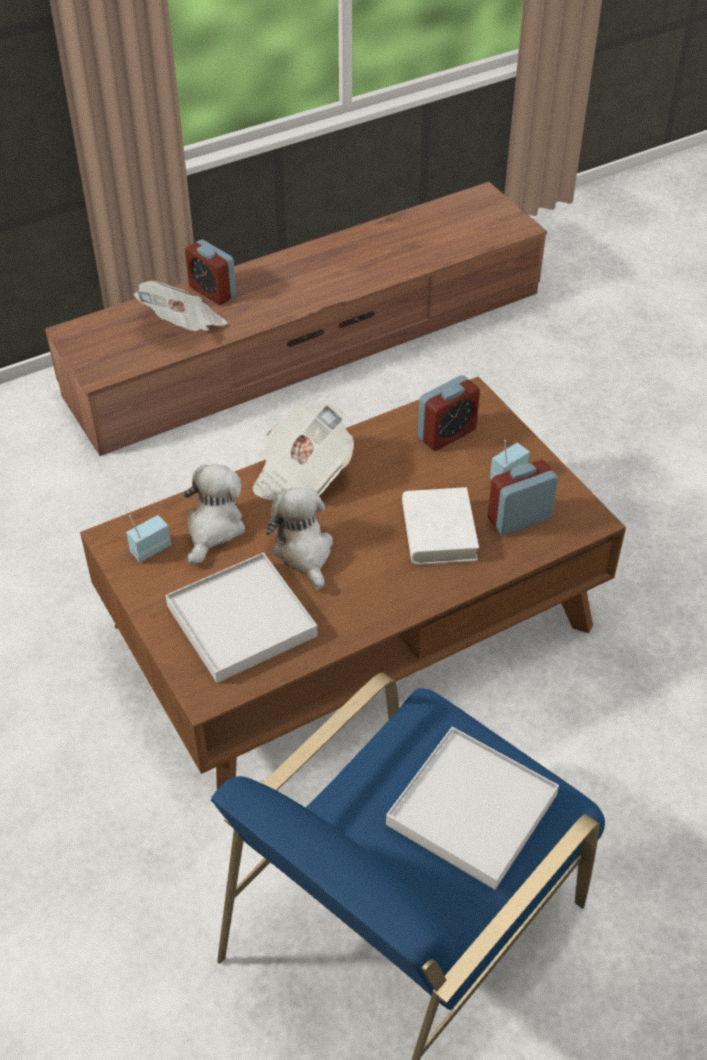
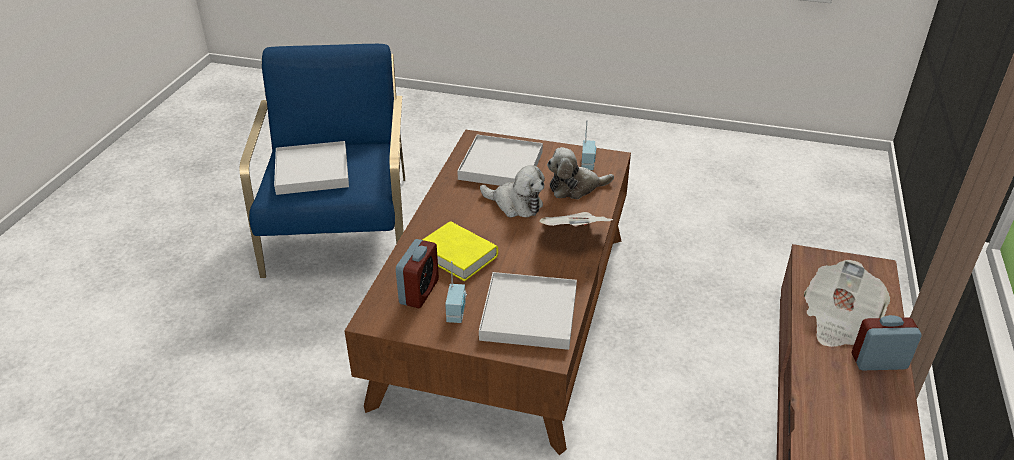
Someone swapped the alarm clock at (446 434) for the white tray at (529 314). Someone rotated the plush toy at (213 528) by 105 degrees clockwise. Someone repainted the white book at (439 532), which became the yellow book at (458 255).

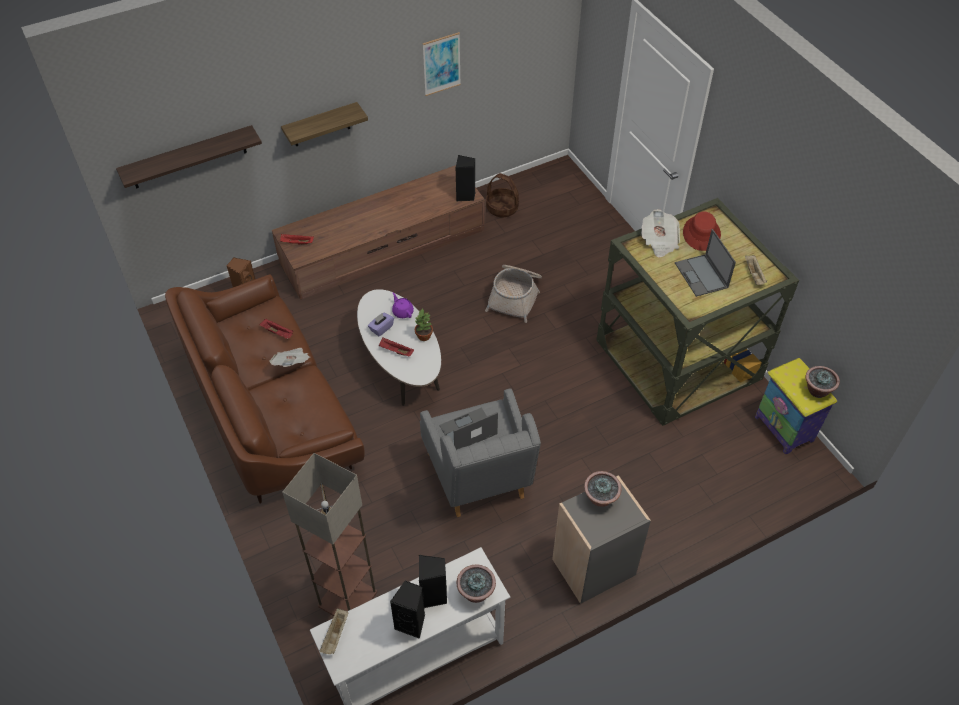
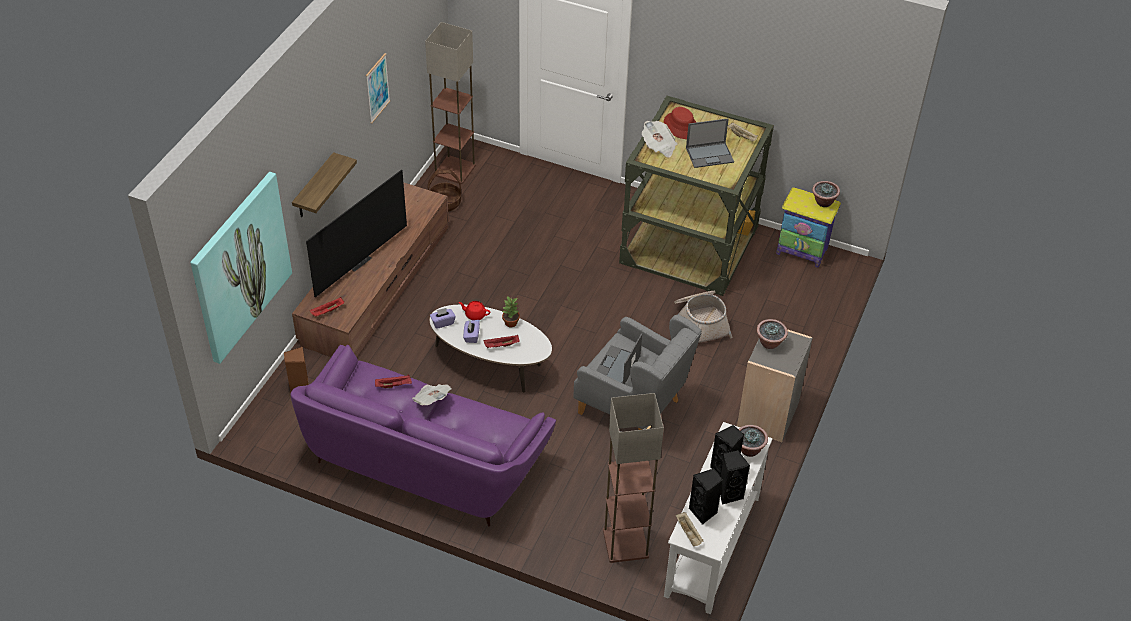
Someone swapped the shelf at (188 158) for the picture at (240 266). Someone carried the black speaker from (465 196) to (704 512). Someone rotated the laptop at (701 276) by 45 degrees counterclockwise. Someone carried the basket from (515 296) to (700 322). Someone repainted the brown sofa at (272 411), which became the purple sofa at (424 458). Someone repainted the purple teapot at (402 312), which became the red teapot at (475 315). Someone put down the floor lamp at (454 170). Someone put down the television at (357 261). Someone put down the purple tissue box at (442 322).

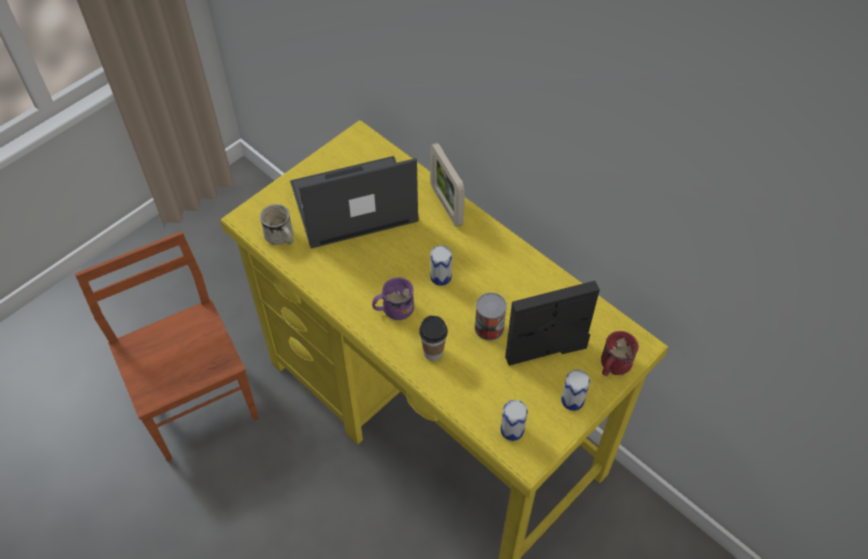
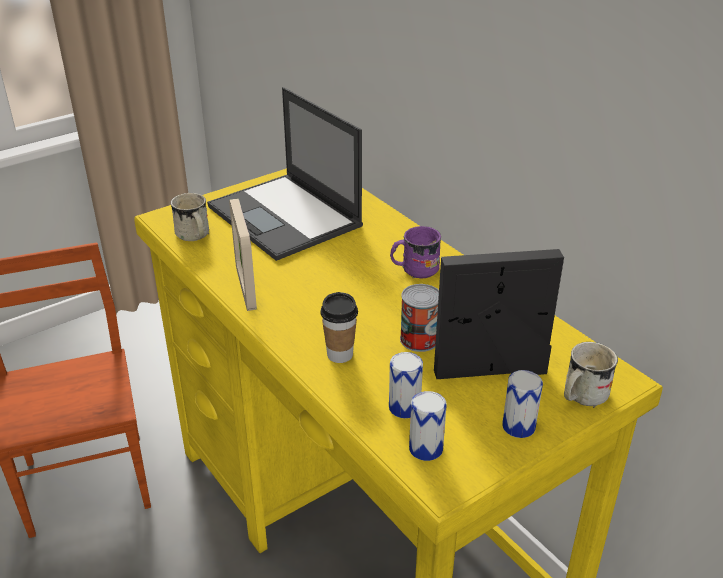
Someone carried the picture frame from (446 205) to (246 289). Someone rotated the laptop at (352 203) by 120 degrees counterclockwise. Someone carried the can from (440 277) to (404 407). Someone carried the purple mug from (393 309) to (414 269). Someone repainted the red mug at (612 366), which became the white mug at (580 396).

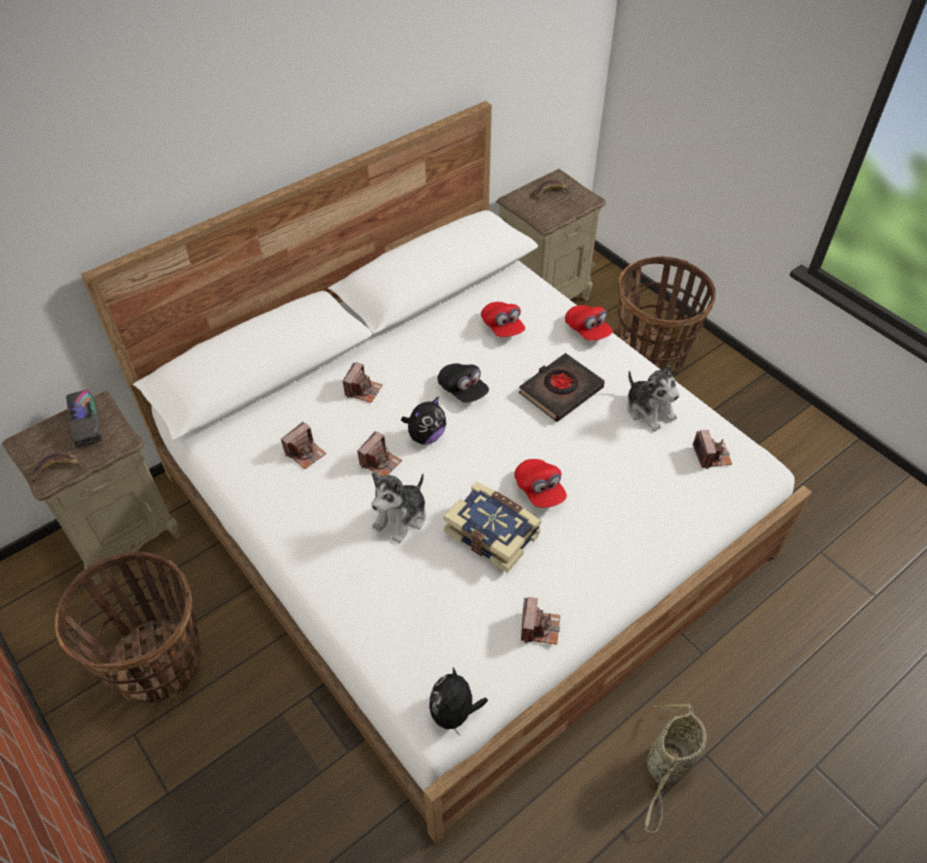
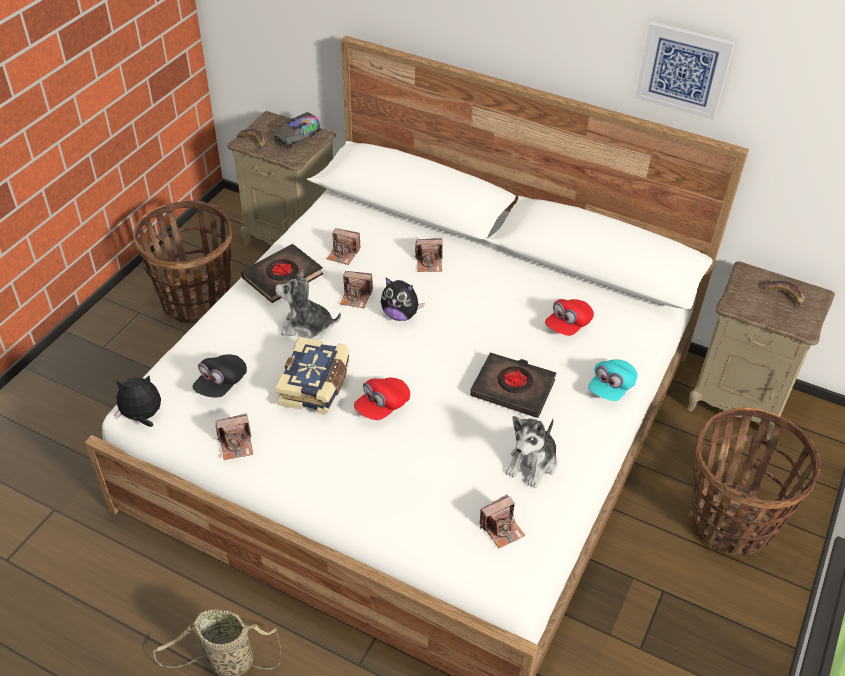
Someone repainted the red cap at (587 331), which became the turquoise cap at (611 388). Someone carried the black cap from (463 390) to (221 384). Someone put up the picture at (683 69). Someone put down the black book at (283 277).

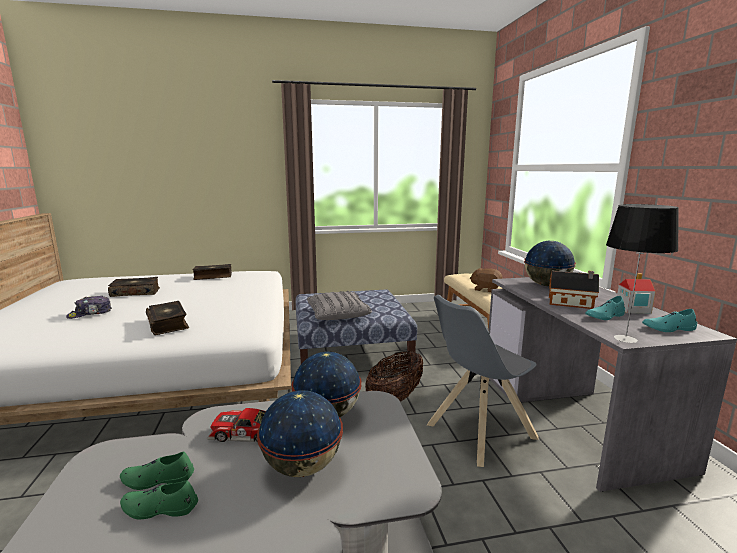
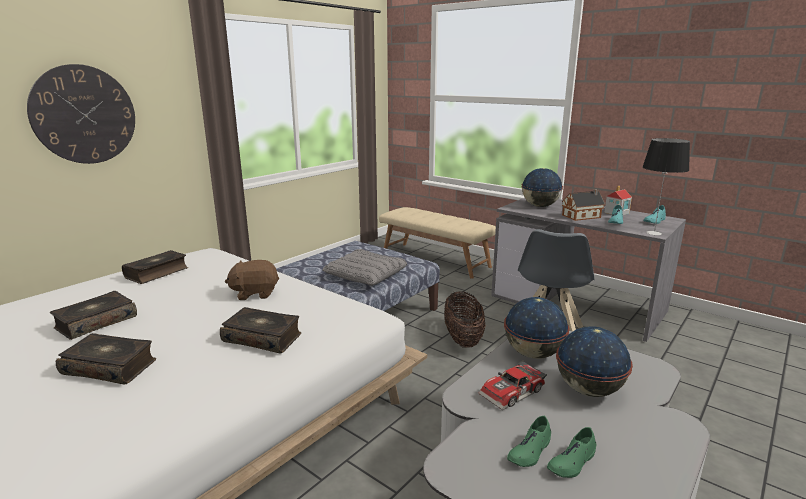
Someone carried the brown plush toy from (486 289) to (255 293). Someone swapped the cap at (90 314) for the book at (110 367). Someone put up the wall clock at (84 115).

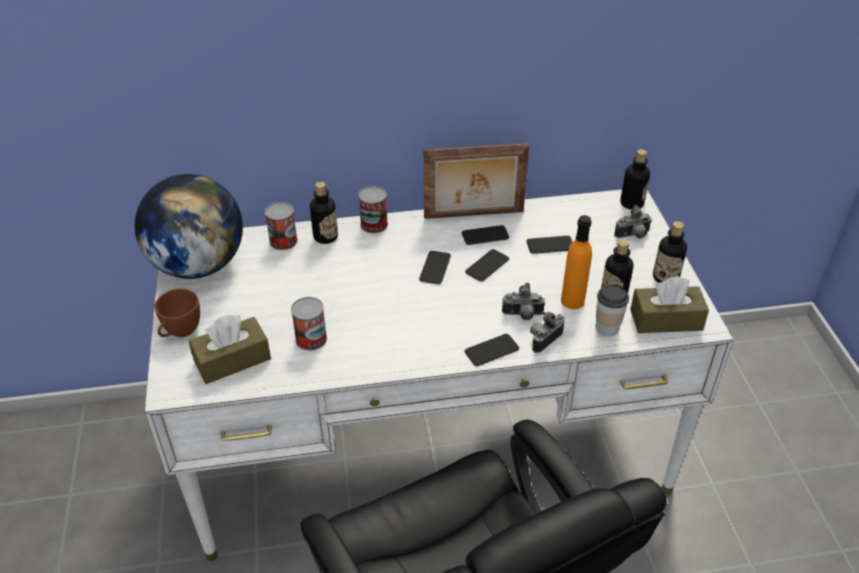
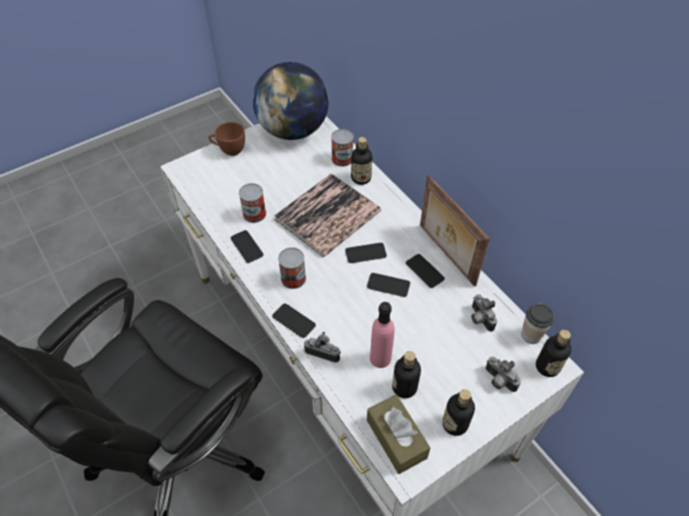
Someone carried the can from (374 224) to (293 278). Someone repainted the orange bottle at (572 301), which became the pink bottle at (380 358). Someone carried the phone from (550 245) to (247 247). Someone carried the photo camera from (522 315) to (479 319). Someone carried the cup from (607 328) to (531 335). Someone took away the brown tissue box at (232 360). Someone put down the book at (327 215).

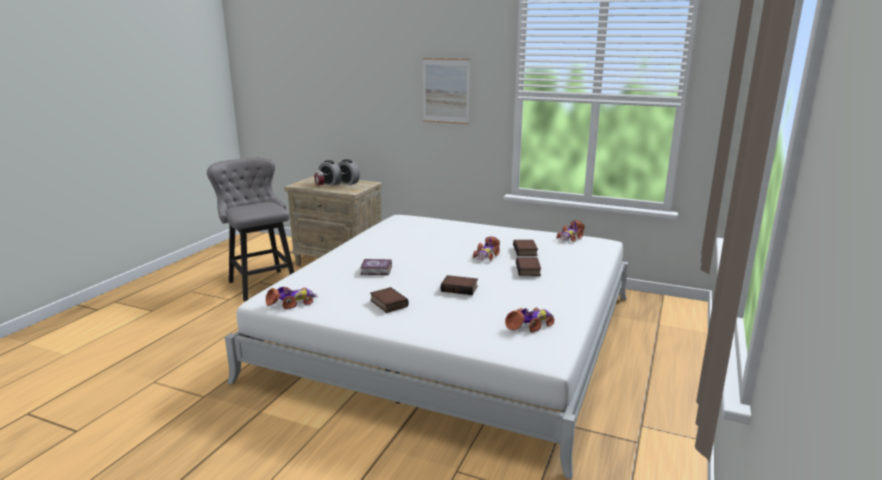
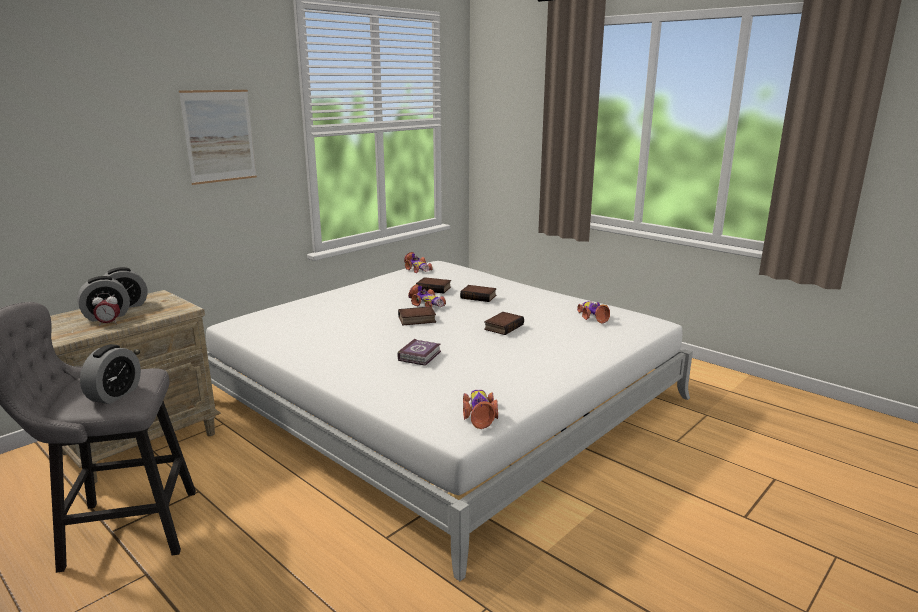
Someone carried the book from (387 303) to (416 320). Someone put down the alarm clock at (115 394).

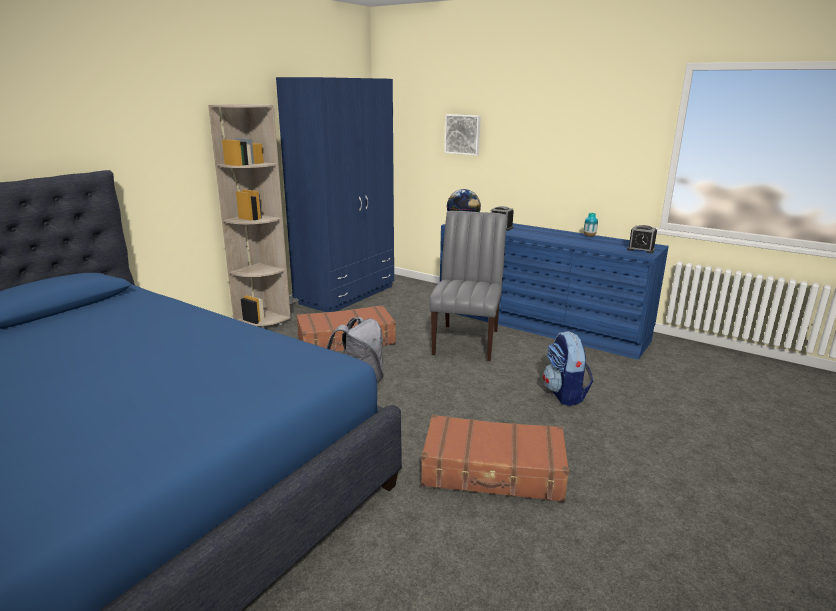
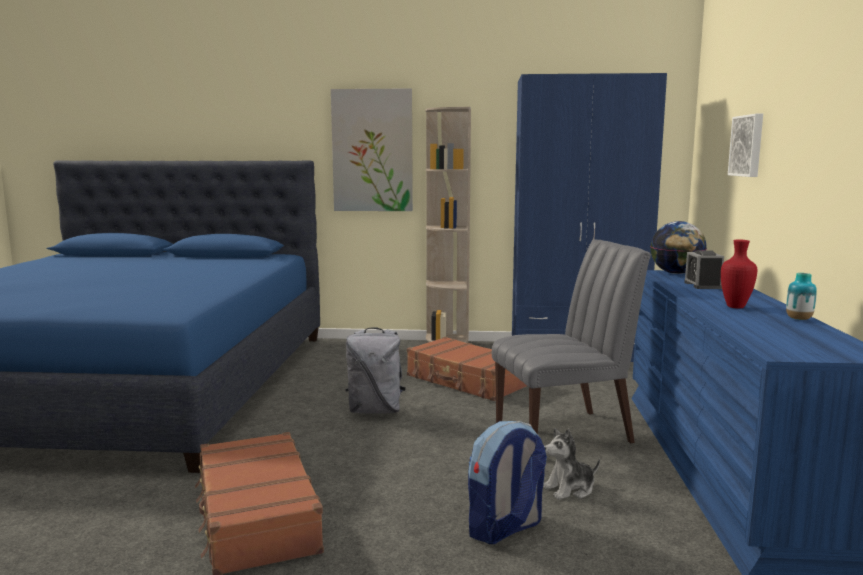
Someone took away the alarm clock at (641 249). Someone put up the picture at (372 151). Someone put down the red vase at (736 306). Someone put down the plush toy at (569 489).

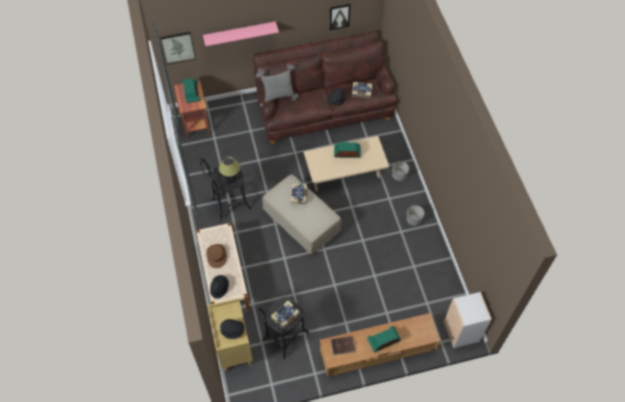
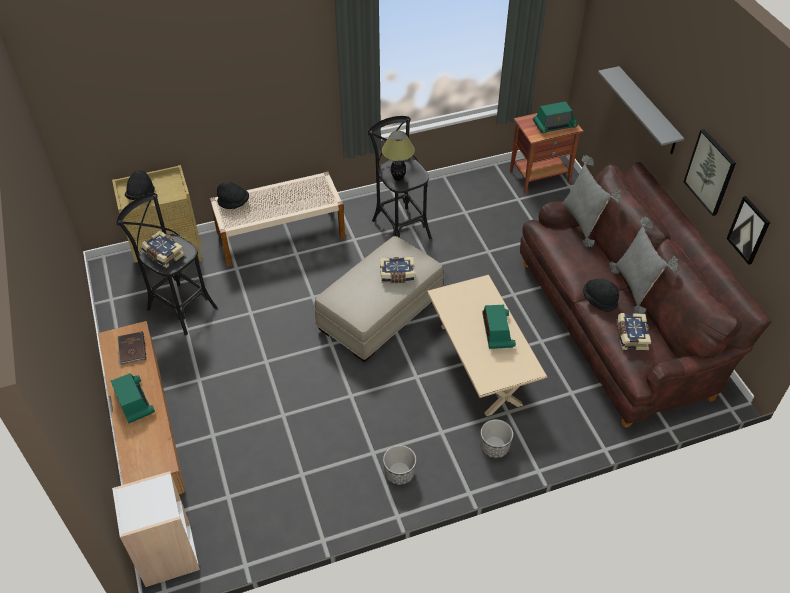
Someone repainted the pink shelf at (240 33), which became the grey shelf at (647 111). Someone carried the picture from (178 47) to (710 172). Someone took away the brown hat at (216 256). Someone put down the grey pillow at (635 290).

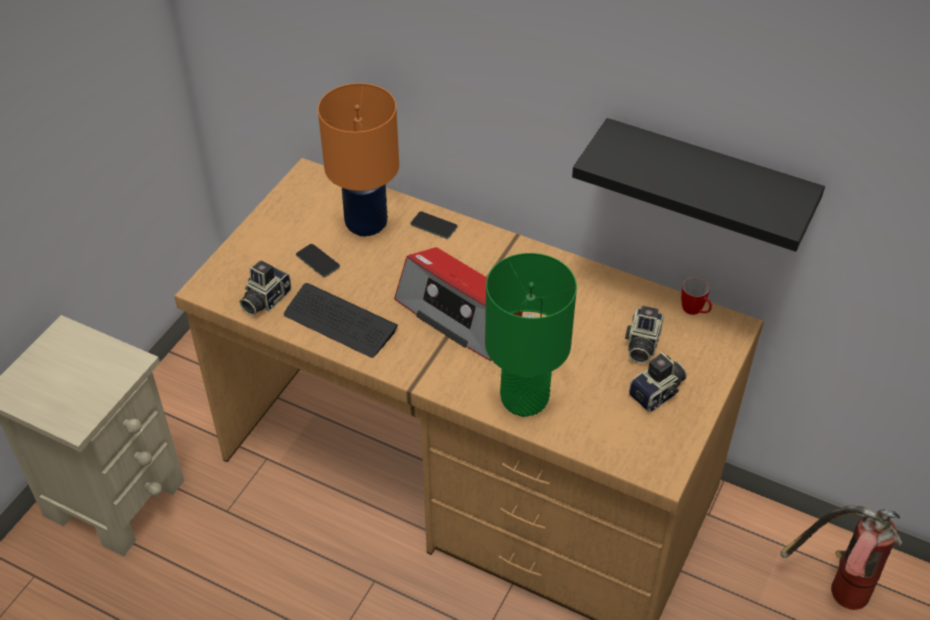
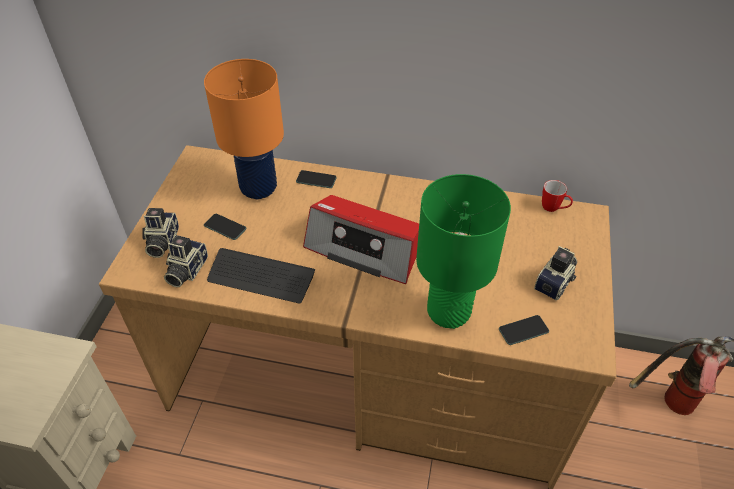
Someone took away the black shelf at (706 181). Someone carried the photo camera from (641 345) to (161 242). Someone put down the phone at (523 330).

